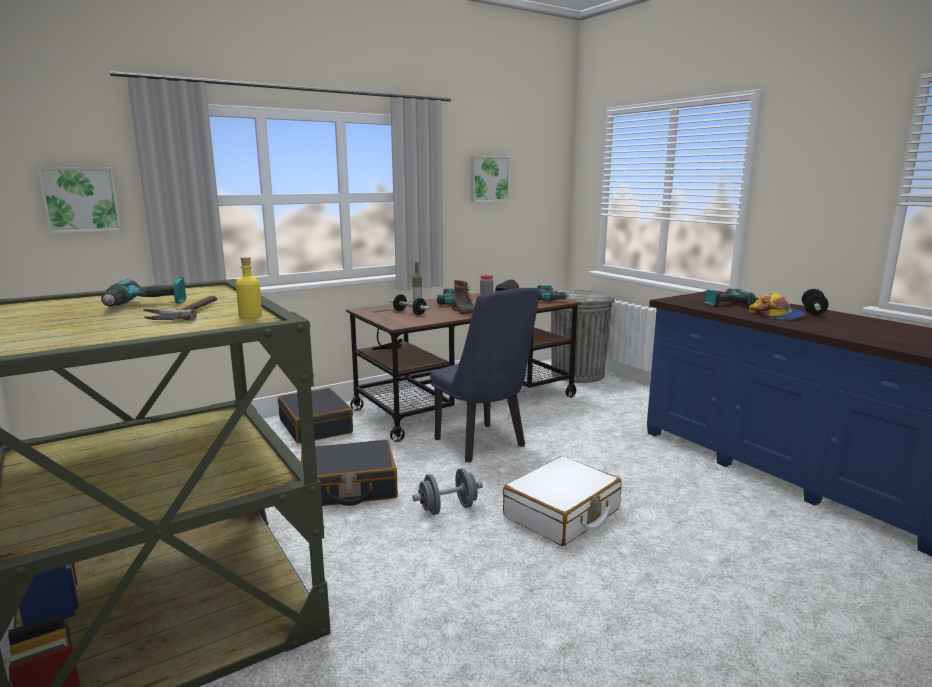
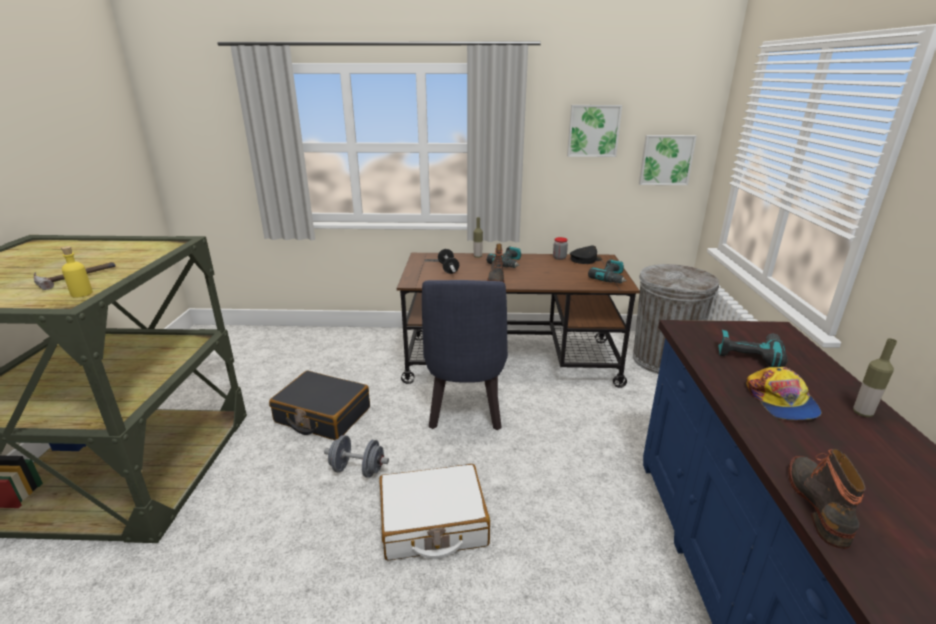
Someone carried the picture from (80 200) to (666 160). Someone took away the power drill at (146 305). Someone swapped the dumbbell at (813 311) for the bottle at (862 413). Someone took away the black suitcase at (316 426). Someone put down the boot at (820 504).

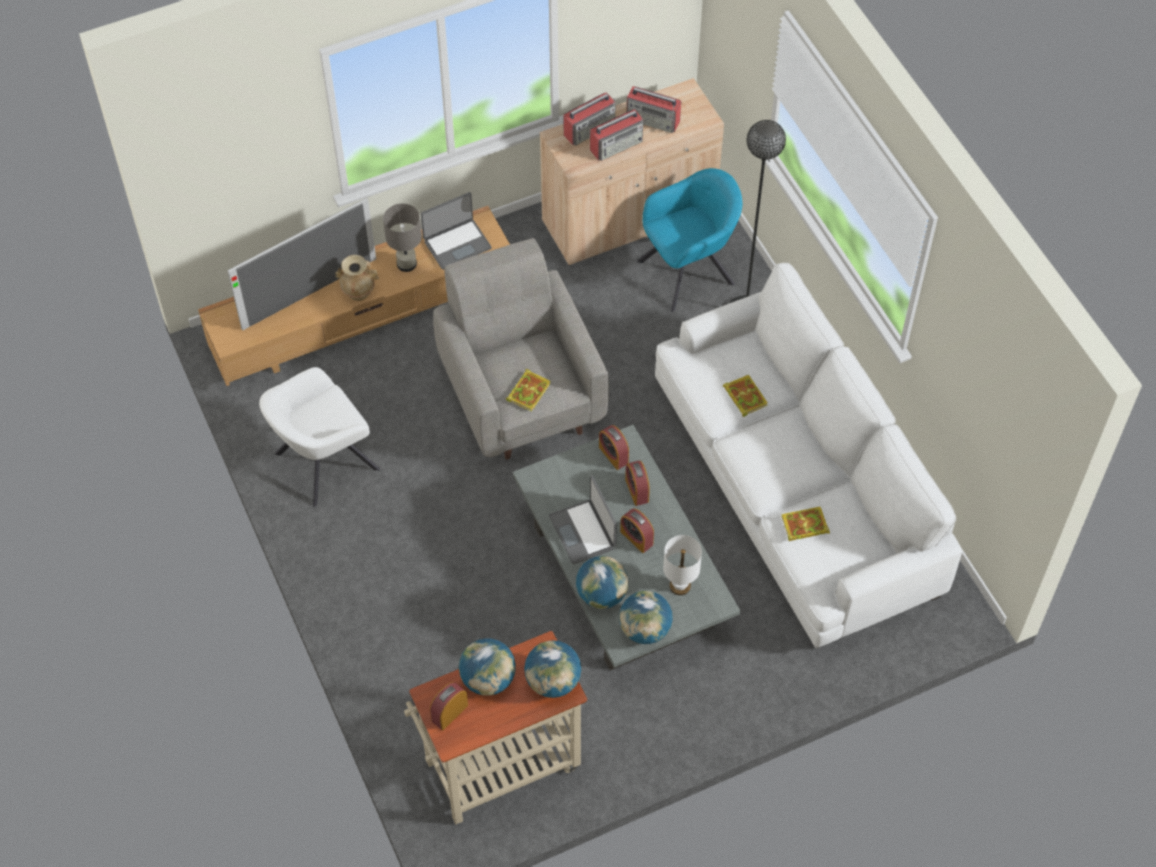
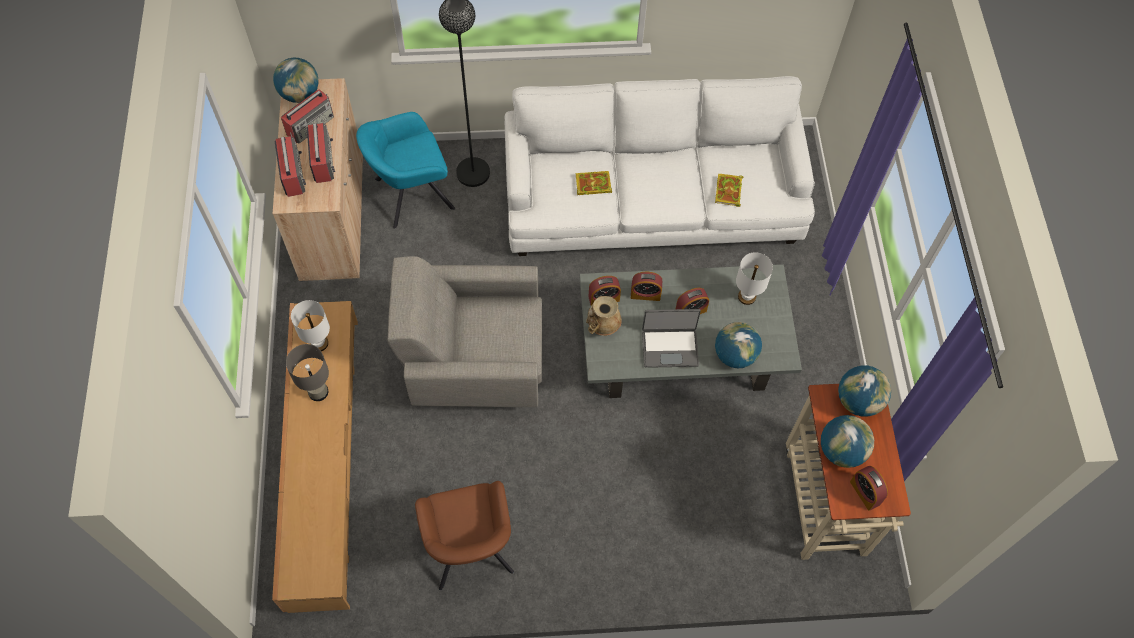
Someone rotated the turquoise armchair at (689 270) by 105 degrees counterclockwise. Someone swapped the laptop at (457 244) for the white table lamp at (318 343). Someone took away the television at (309 293). Someone carried the beige vase from (358 292) to (602 327). Someone repainted the white armchair at (323 463), which became the brown armchair at (470 549). Someone took away the book at (528 391). Someone carried the globe from (645 629) to (300 94).

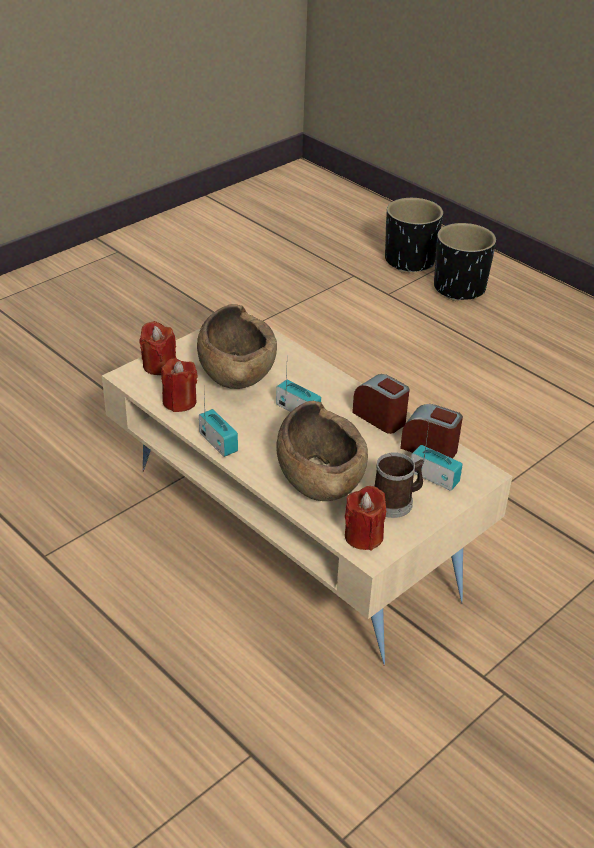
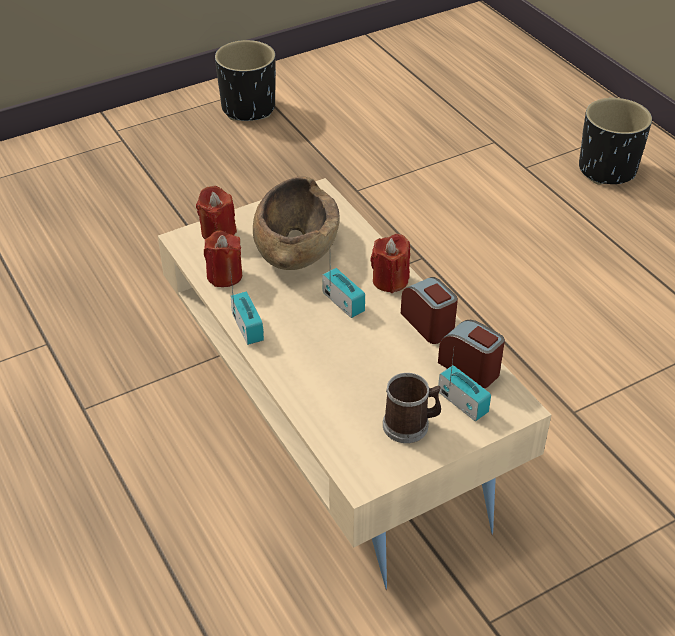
Someone carried the black planter from (410 261) to (249 108). Someone took away the brown bowl at (319 474). Someone carried the red candle from (363 536) to (390 280).

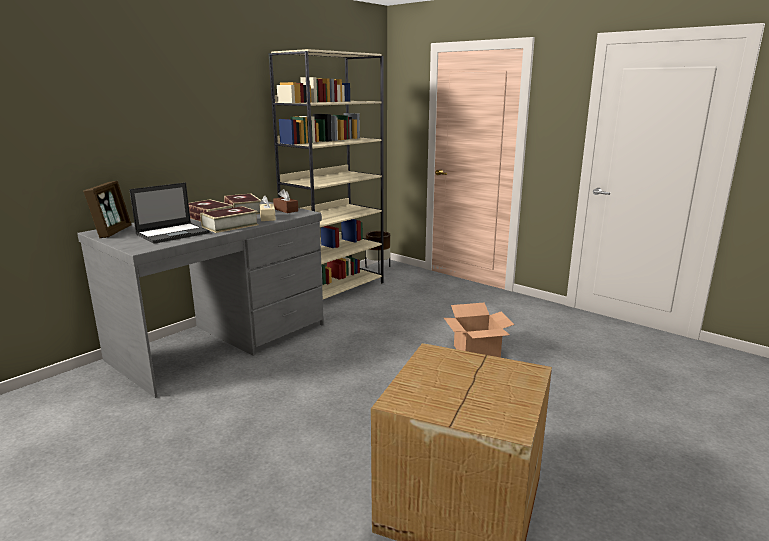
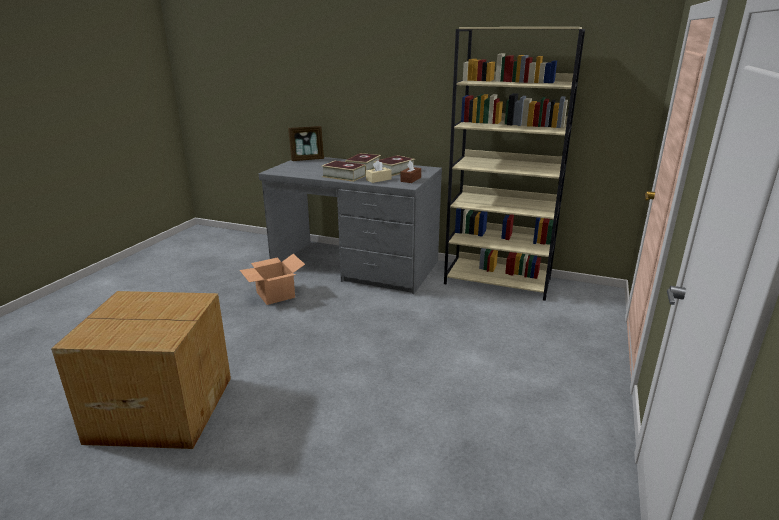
Someone took away the laptop at (173 233). Someone took away the brown planter at (378 269). Someone carried the cardboard box from (477 352) to (276 295).

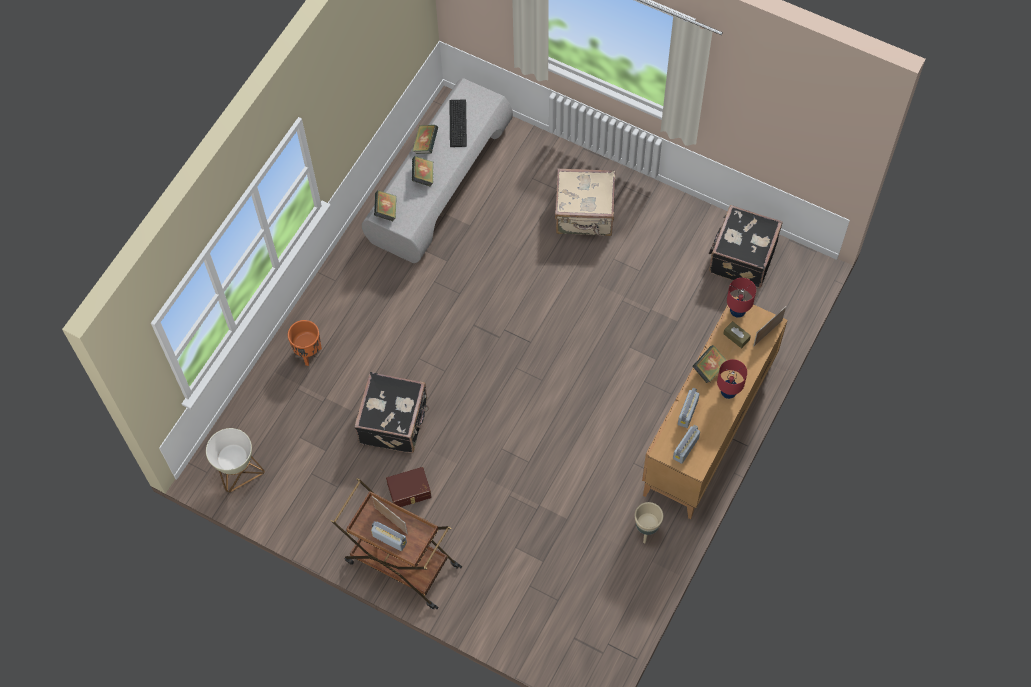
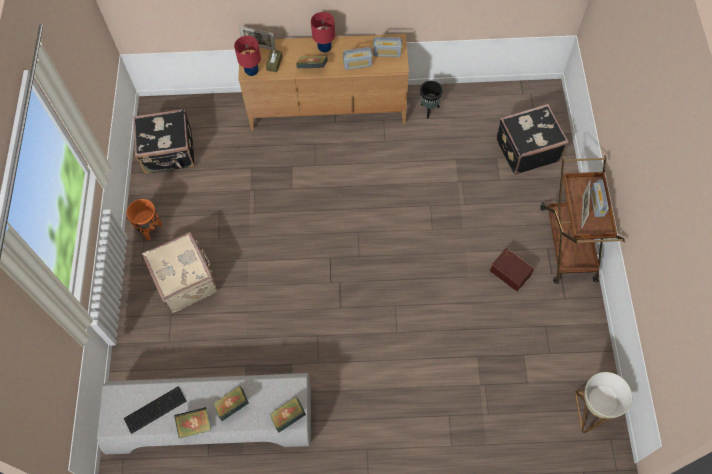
Someone carried the orange planter from (308 353) to (150 229). Someone carried the black suitcase from (395 422) to (526 149). Someone repainted the beige planter at (646 530), which became the black planter at (429 110).

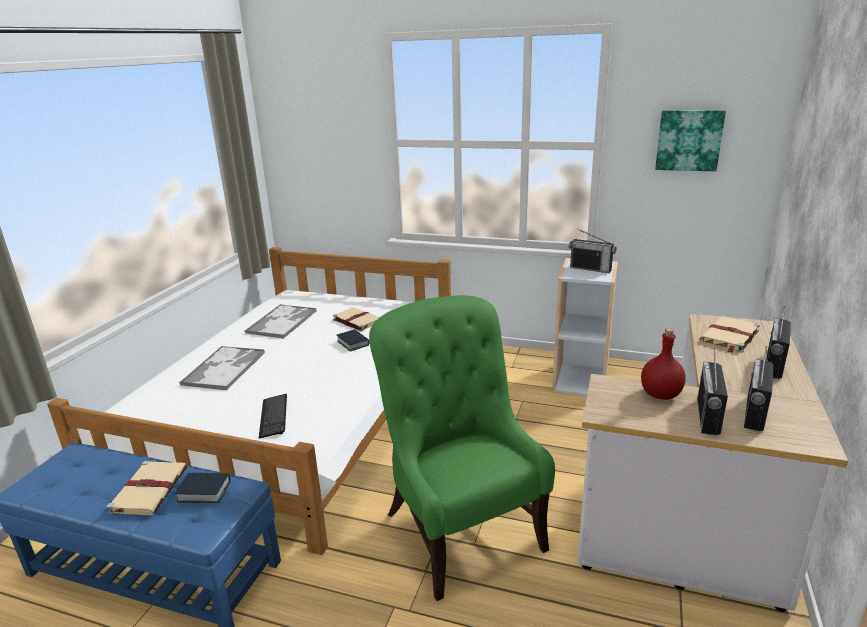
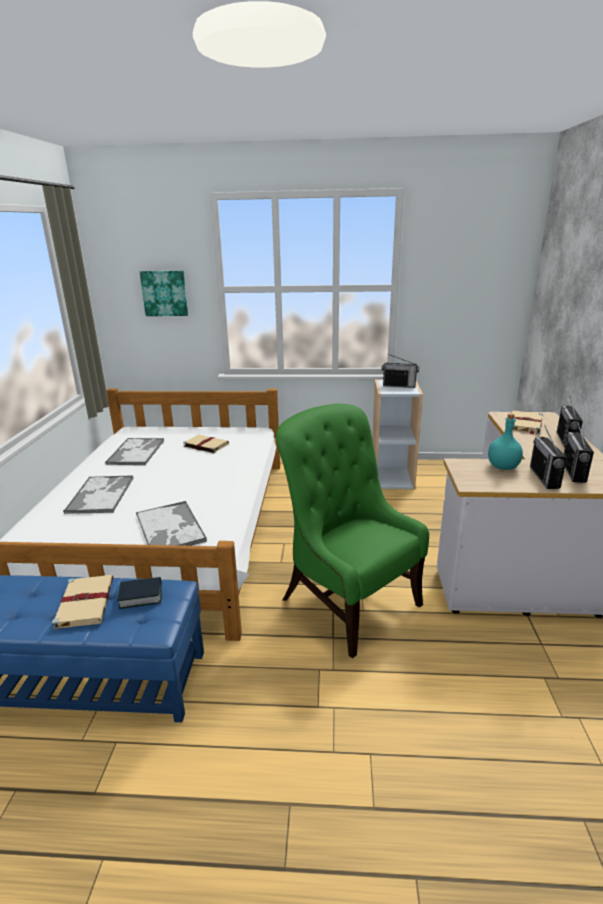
Someone carried the picture from (689 140) to (165 293). Someone repainted the red bottle at (659 394), which became the turquoise bottle at (502 467). Someone took away the book at (353 343). Someone swapped the keyboard at (273 417) for the tray at (170 528).

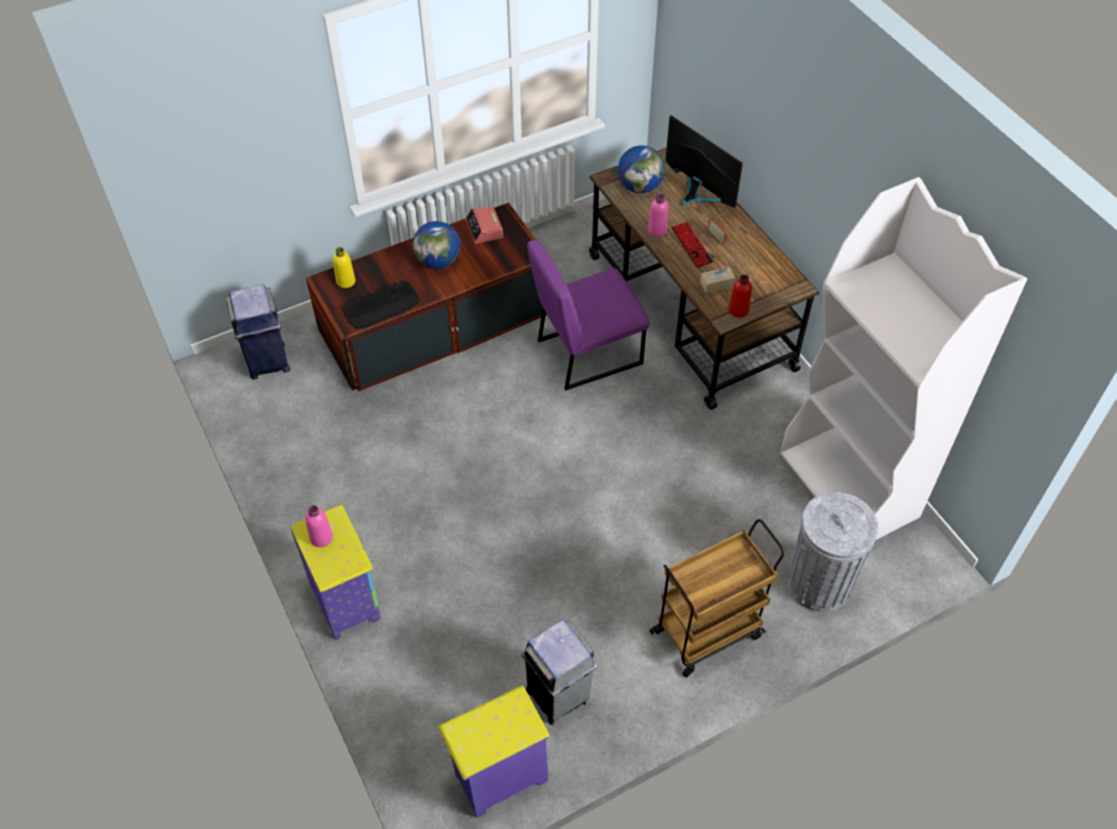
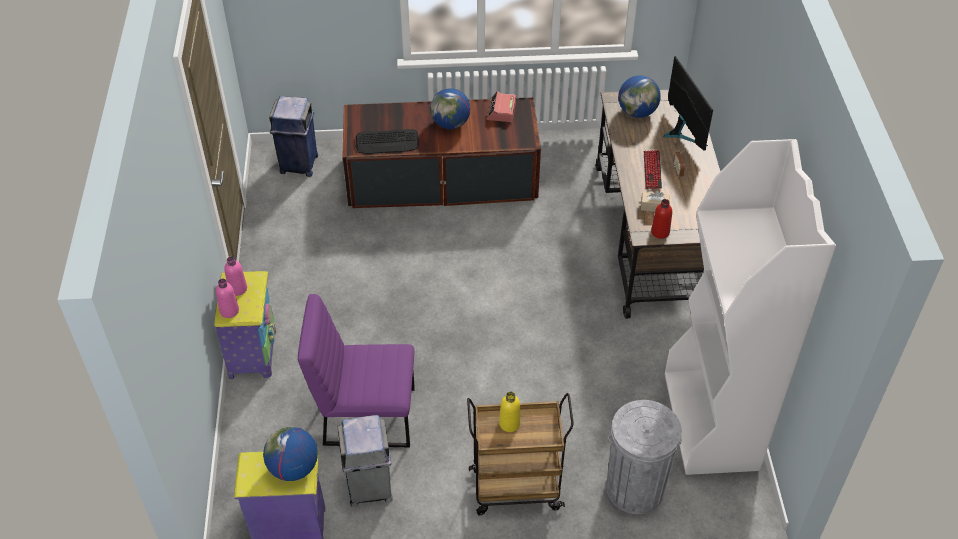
Someone carried the pink bottle from (657 230) to (229 311). Someone carried the purple chair from (586 352) to (366 415). Someone carried the yellow bottle from (346 281) to (509 423). Someone put down the globe at (293 468).

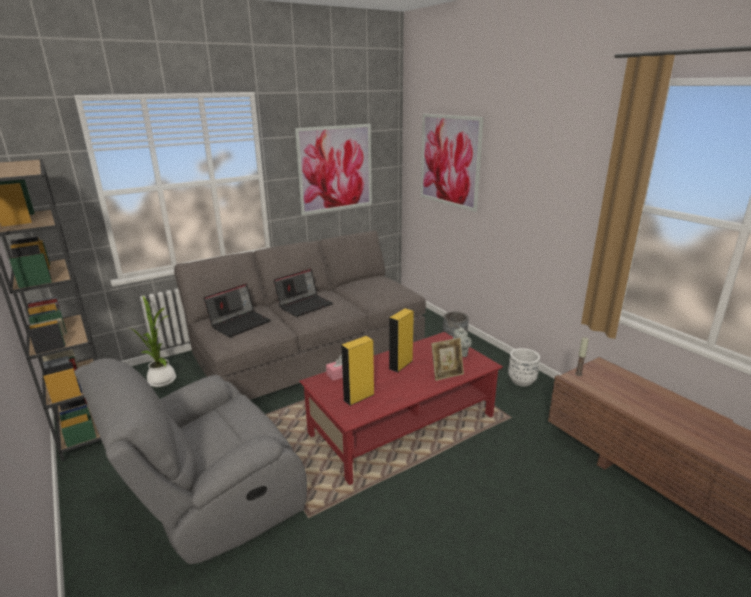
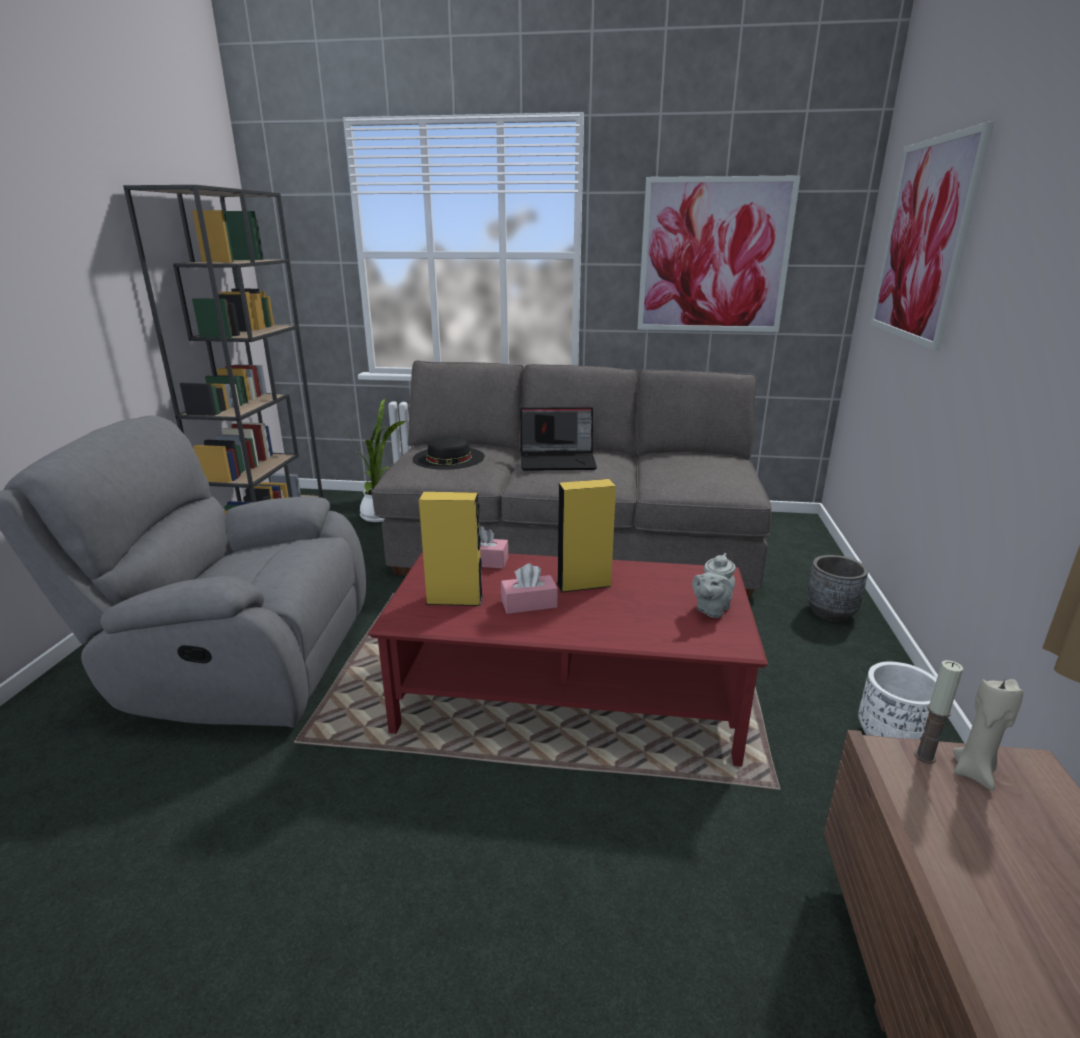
Someone swapped the laptop at (240 323) for the black hat at (448 458). Someone took away the picture frame at (447 374). Someone put down the pink tissue box at (529 604). Someone put down the beige candle at (974 772).

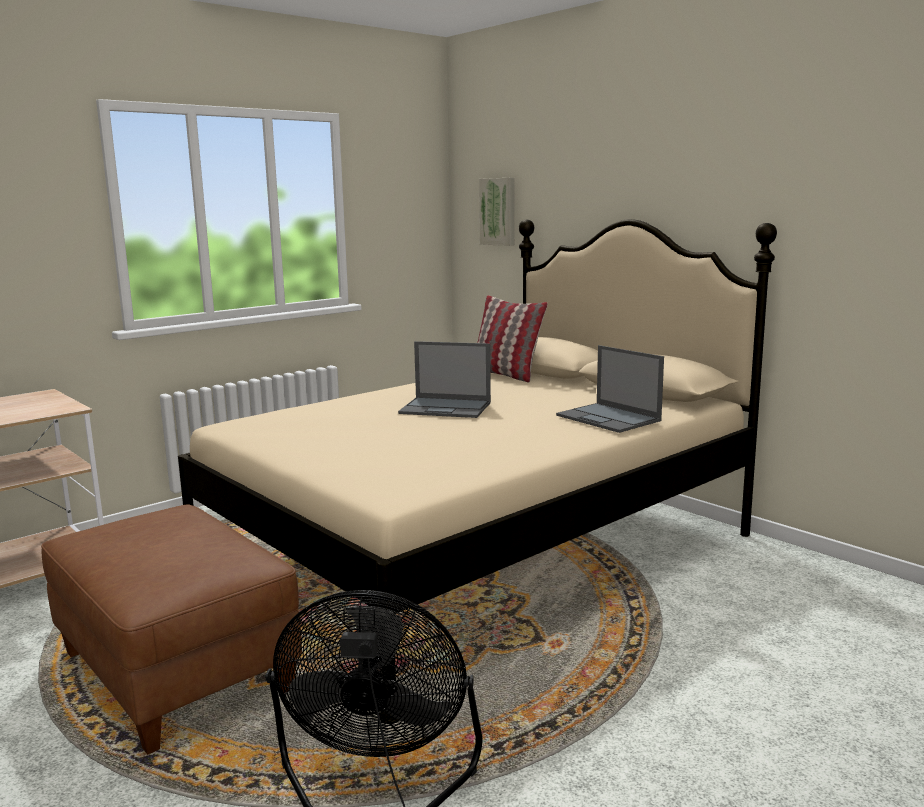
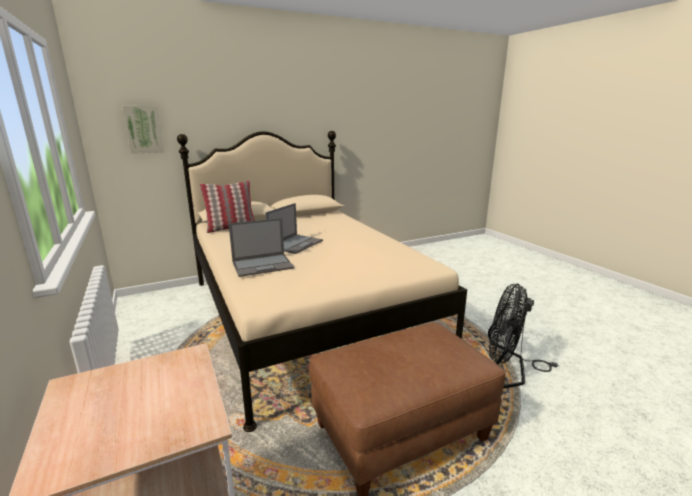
Someone carried the laptop from (609 418) to (263 265).

